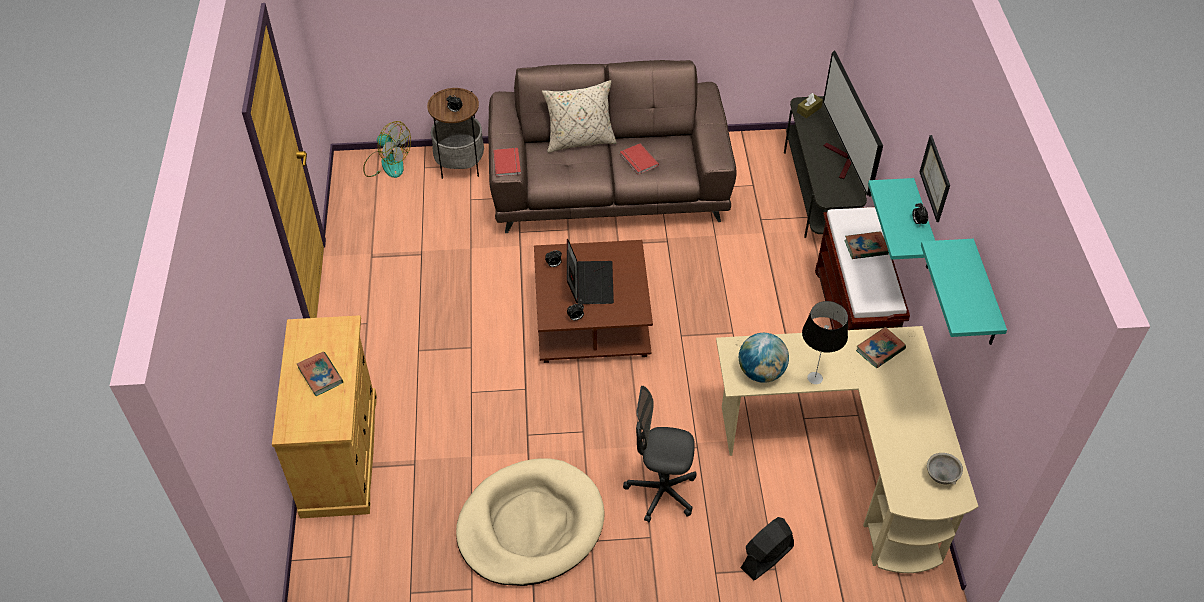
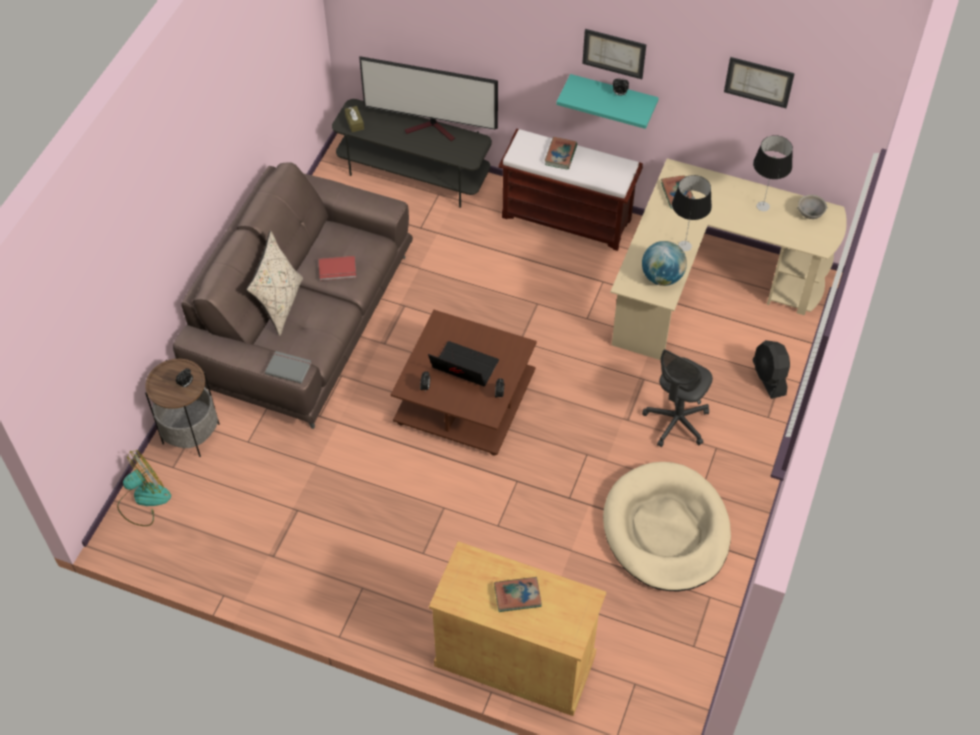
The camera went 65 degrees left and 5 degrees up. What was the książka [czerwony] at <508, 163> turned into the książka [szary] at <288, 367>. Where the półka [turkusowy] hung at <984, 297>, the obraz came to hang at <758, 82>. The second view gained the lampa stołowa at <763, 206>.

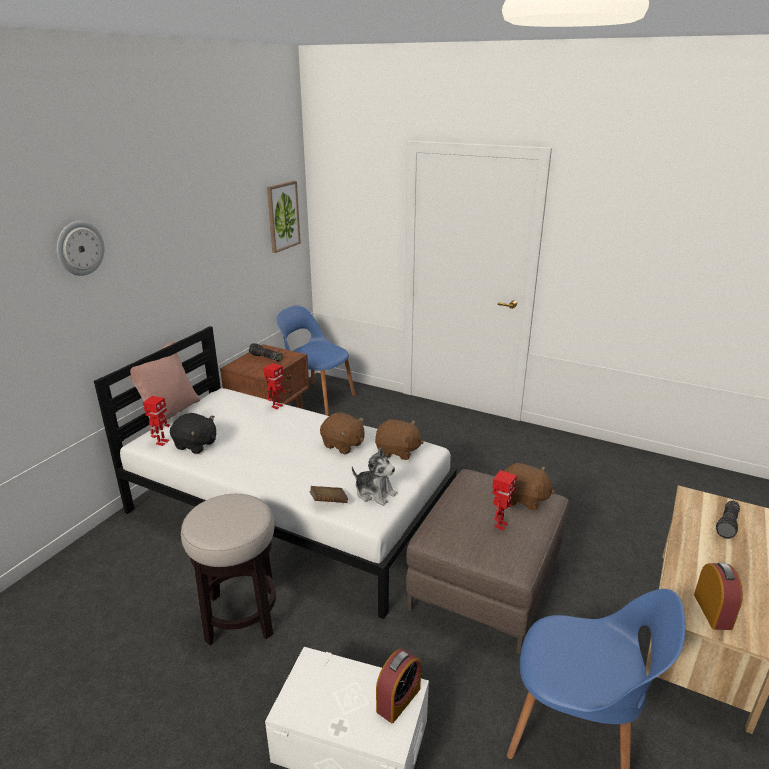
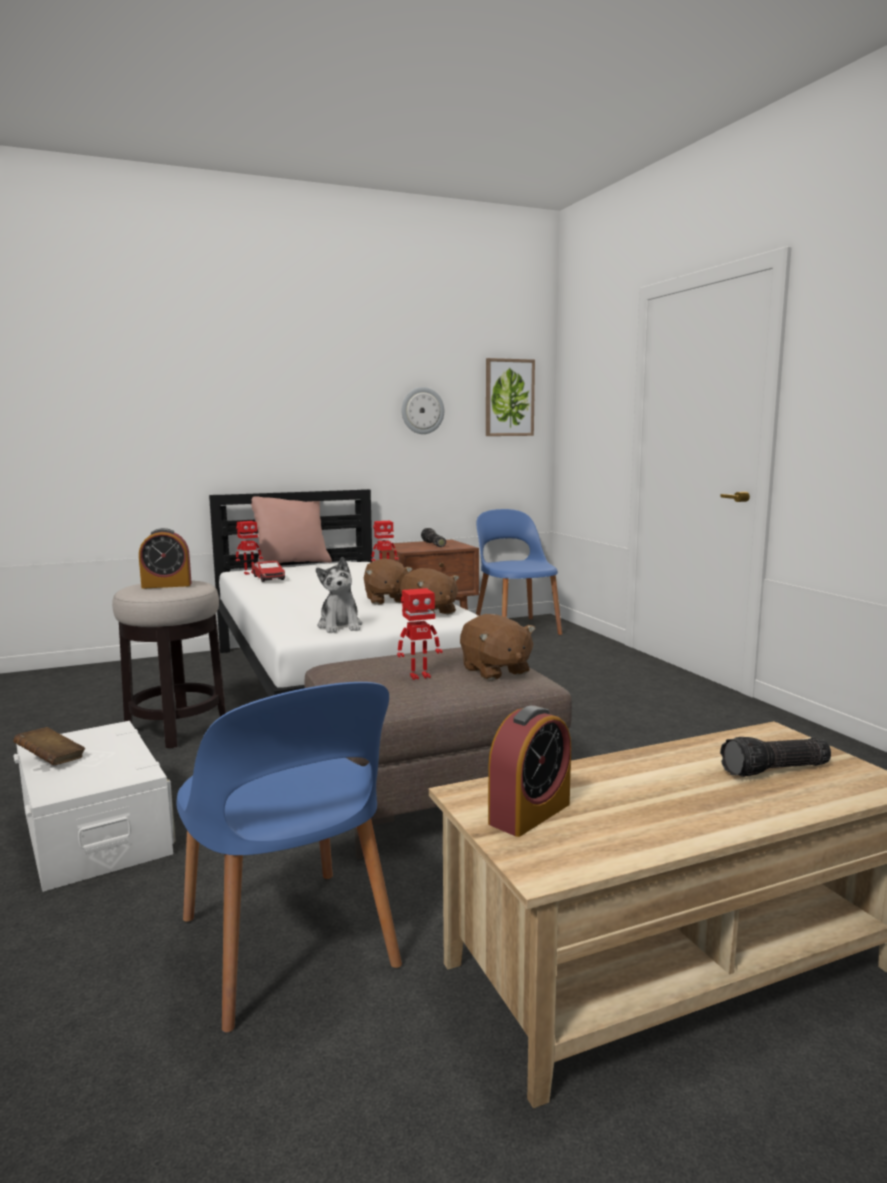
The camera went 40 degrees right and 15 degrees down. The książka [brązowy] ended up elsewhere, having gone from <328, 502> to <51, 760>. The budzik ended up elsewhere, having gone from <398, 700> to <166, 585>. Where the pluszak [czarny] stood at <195, 445>, the samochodzik came to stand at <268, 578>. The zegar ścienny ended up elsewhere, having gone from <80, 248> to <422, 410>.

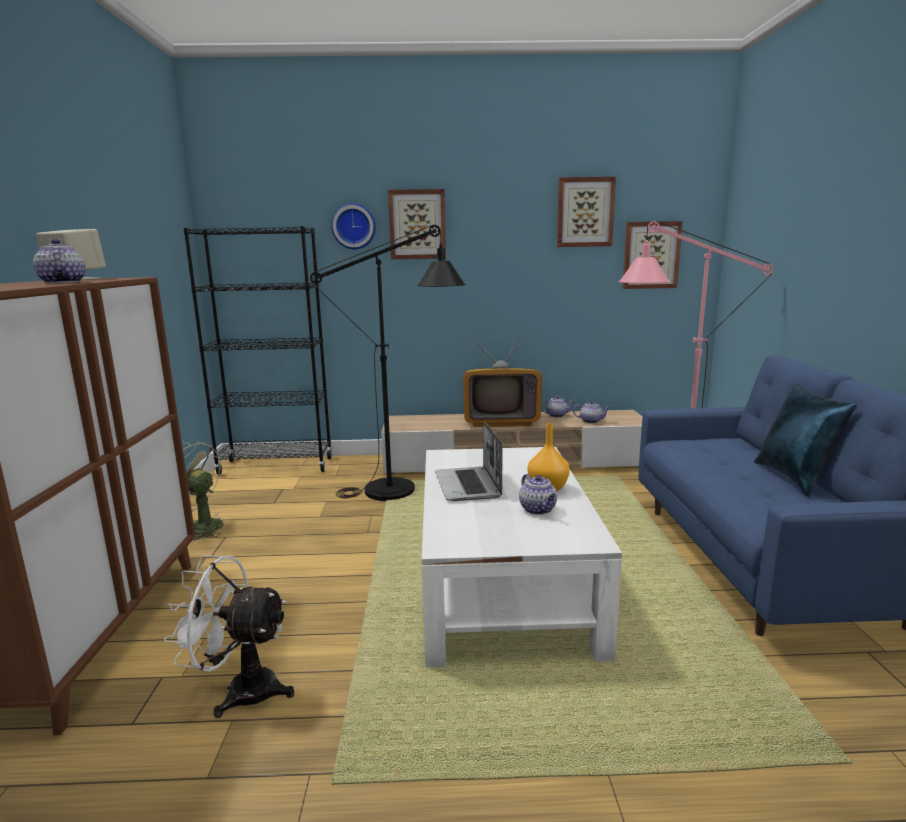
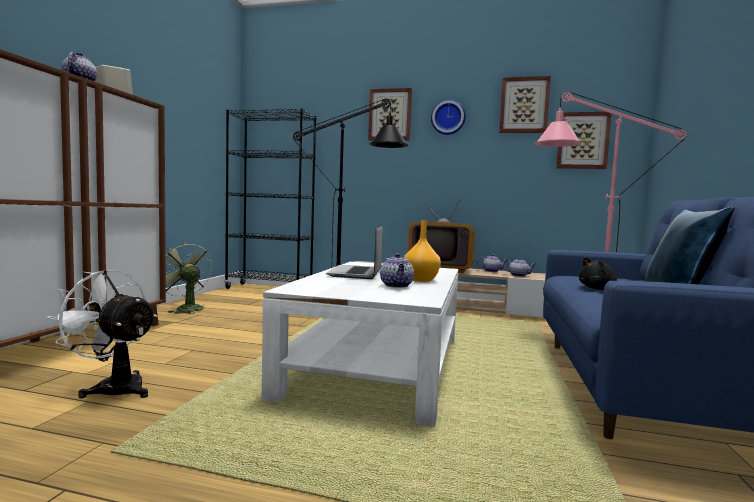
The camera went 15 degrees right and 10 degrees down. The zegar ścienny ended up elsewhere, having gone from <354, 226> to <448, 117>. The second view gained the pluszak [czarny] at <599, 289>.

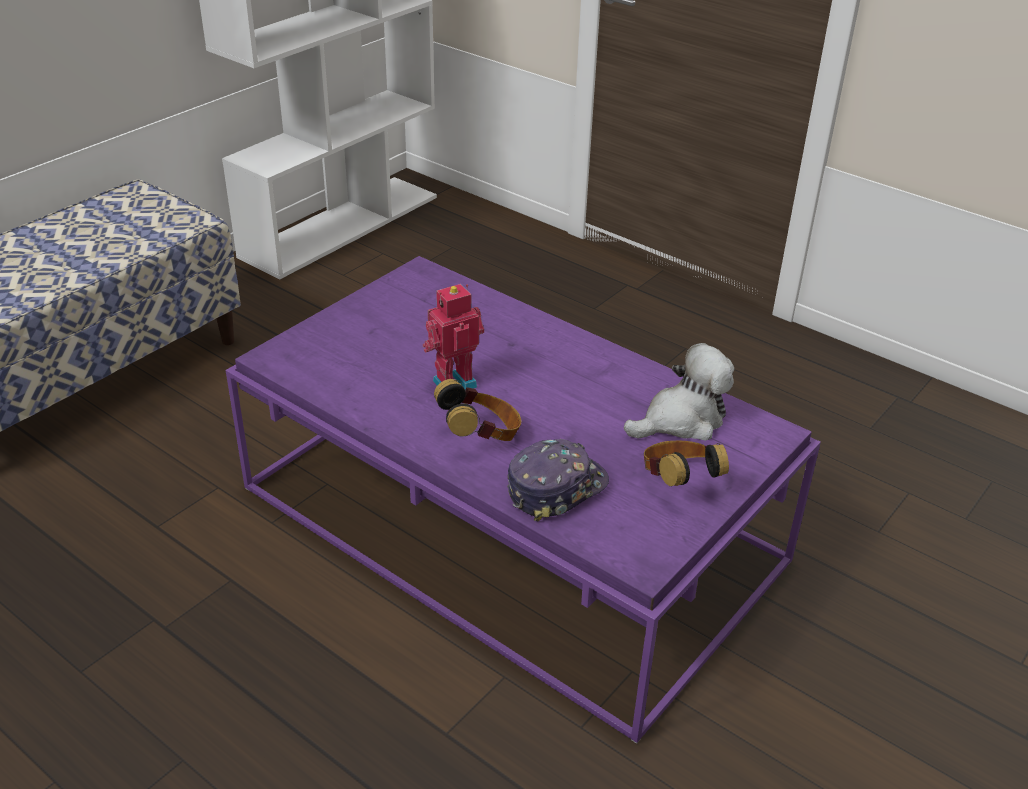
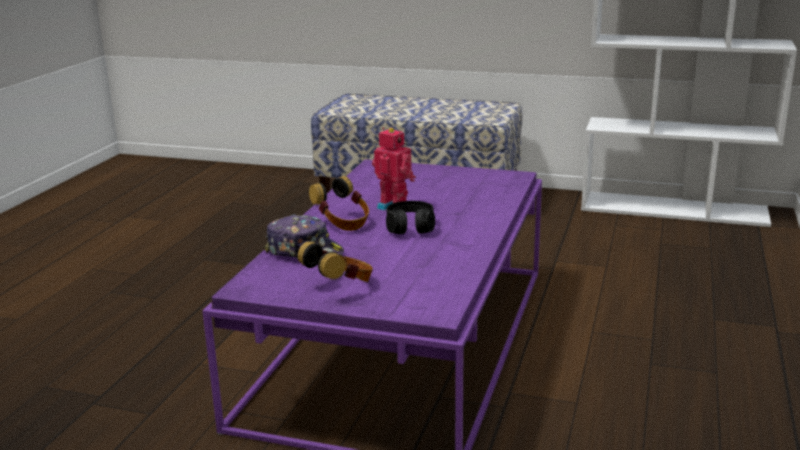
The camera went 70 degrees right and 15 degrees down. The second view gained the słuchawki [czarny] at <410, 227>. The second view lost the pluszak at <681, 420>.

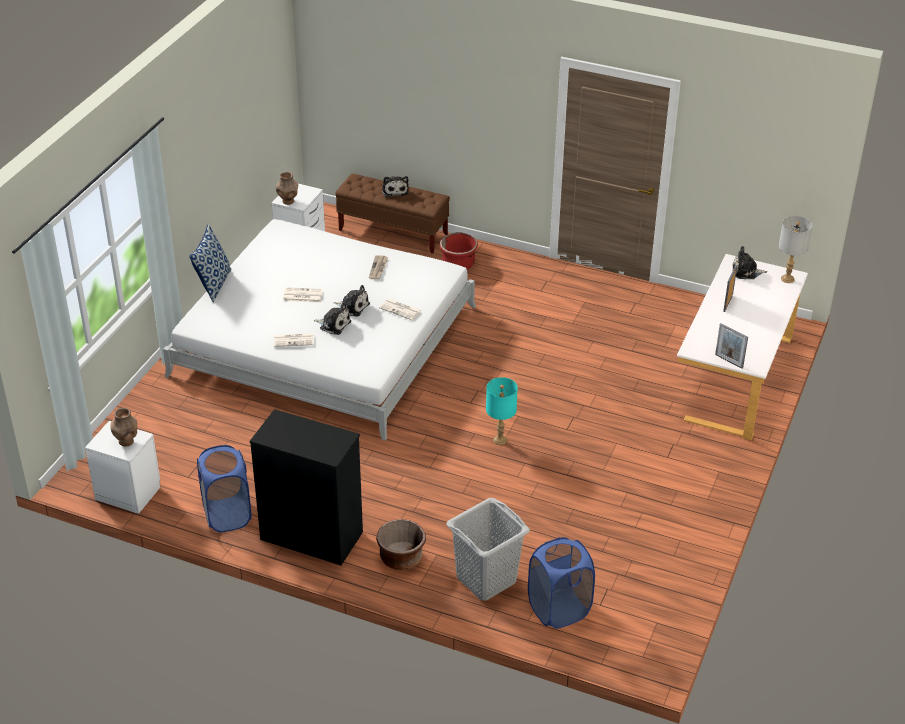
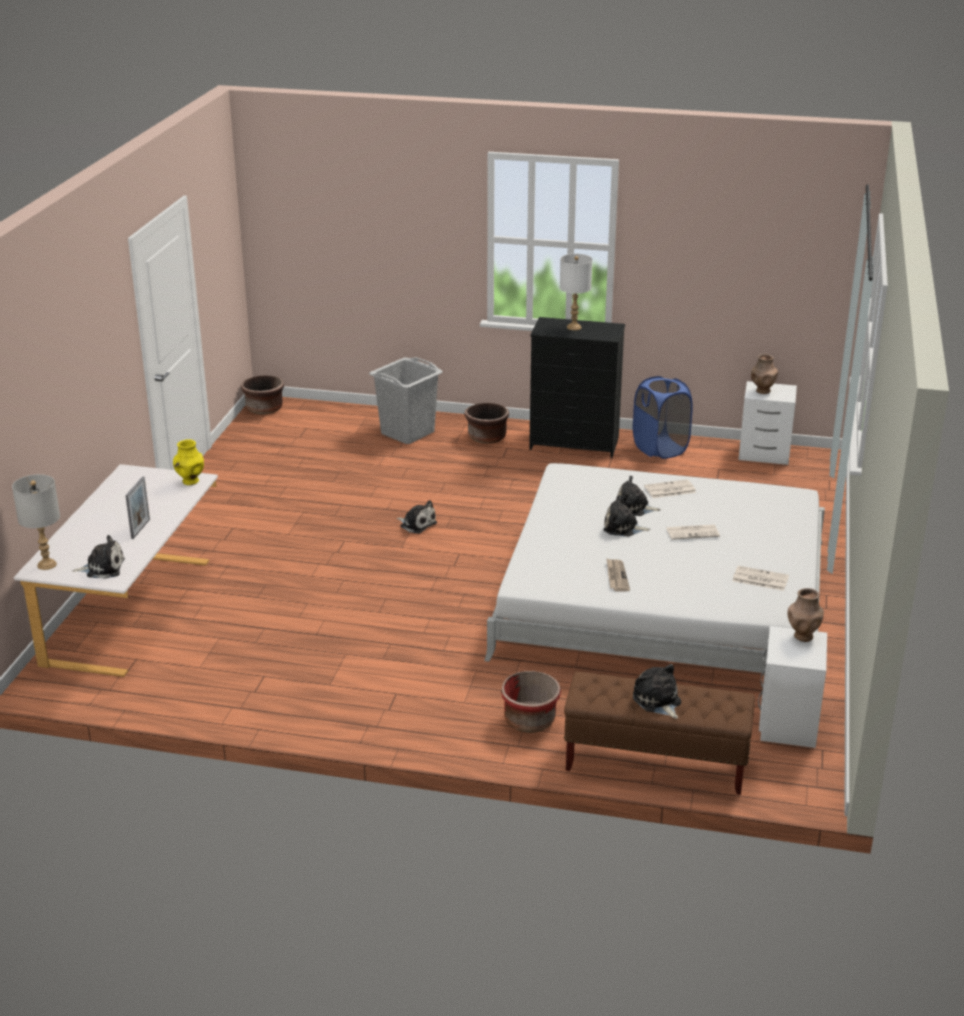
The camera went 170 degrees right and 10 degrees down. The second view gained the wazon [żółty] at <190, 481>. The second view gained the donica [brązowy] at <264, 409>. Where the lampa stołowa [turkusowy] stood at <500, 440>, the pluszak came to stand at <417, 524>. The second view gained the lampa stołowa [biały] at <574, 327>. The gazeta ended up elsewhere, having gone from <401, 309> to <759, 579>. The second view lost the poduszka at <213, 284>. The second view lost the kosz na pranie [niebieski] at <559, 609>. The second view lost the ramka na zdjęcie at <729, 361>.

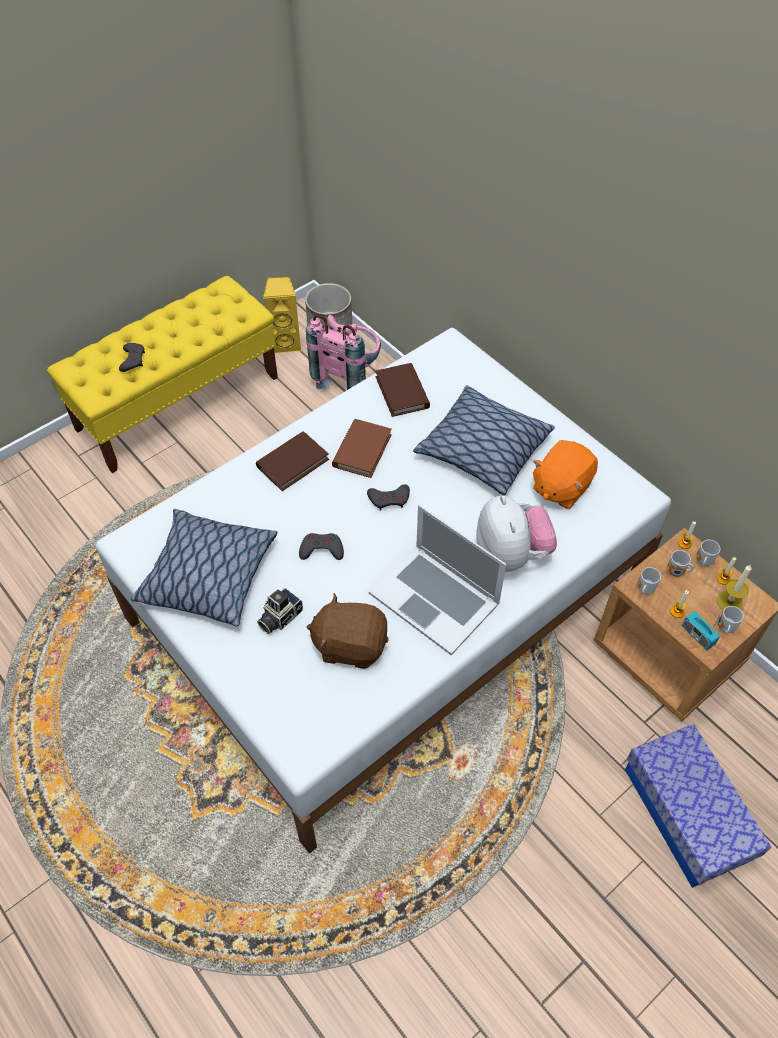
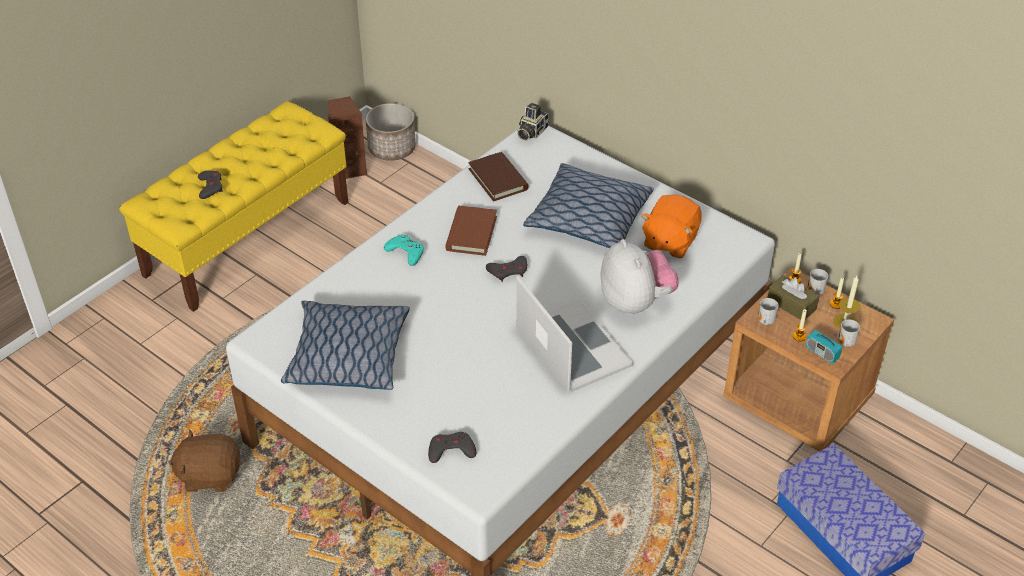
The camera went 10 degrees left and 10 degrees down. The pluszak [brązowy] ended up elsewhere, having gone from <350, 644> to <210, 475>. What was the głośnik [żółty] at <286, 343> turned into the głośnik [brązowy] at <349, 169>. Where the książka [brązowy] stood at <292, 463>, the pad do gier [turkusowy] came to stand at <405, 252>. The pad do gier [szary] ended up elsewhere, having gone from <321, 549> to <451, 450>. The laptop at <434, 597> ended up facing another way, 150 degrees counterclockwise from before. The aparat fotograficzny ended up elsewhere, having gone from <279, 617> to <531, 132>. Where the kubek stood at <676, 572>, the pudełko chusteczek [brązowy] came to stand at <791, 304>. The second view lost the plecak [różowy] at <349, 377>.

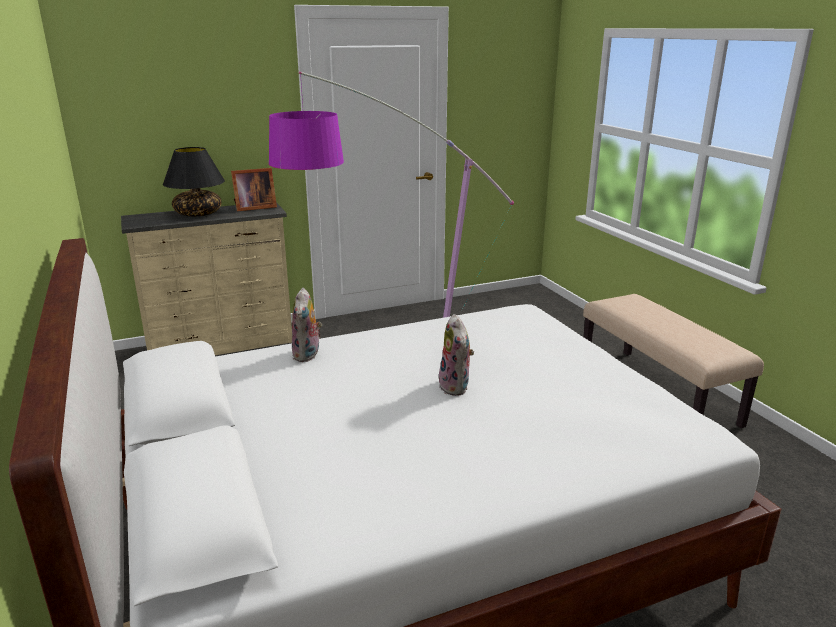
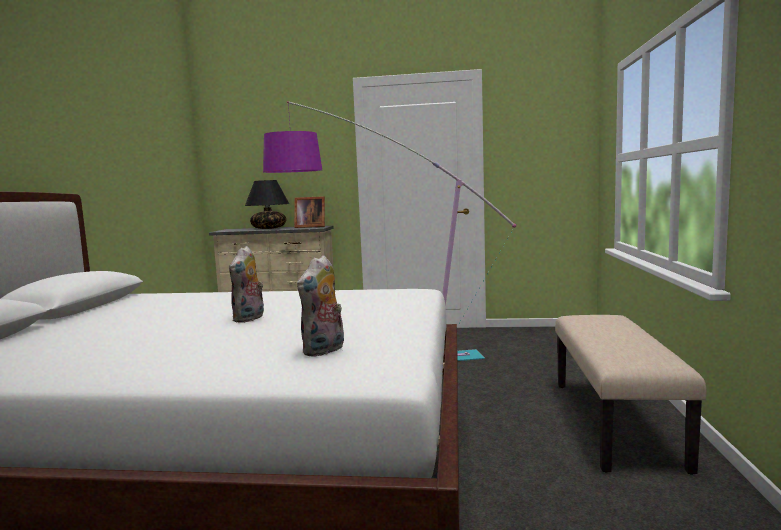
The camera went 30 degrees right and 15 degrees down. The pluszak ended up elsewhere, having gone from <308, 355> to <324, 350>.

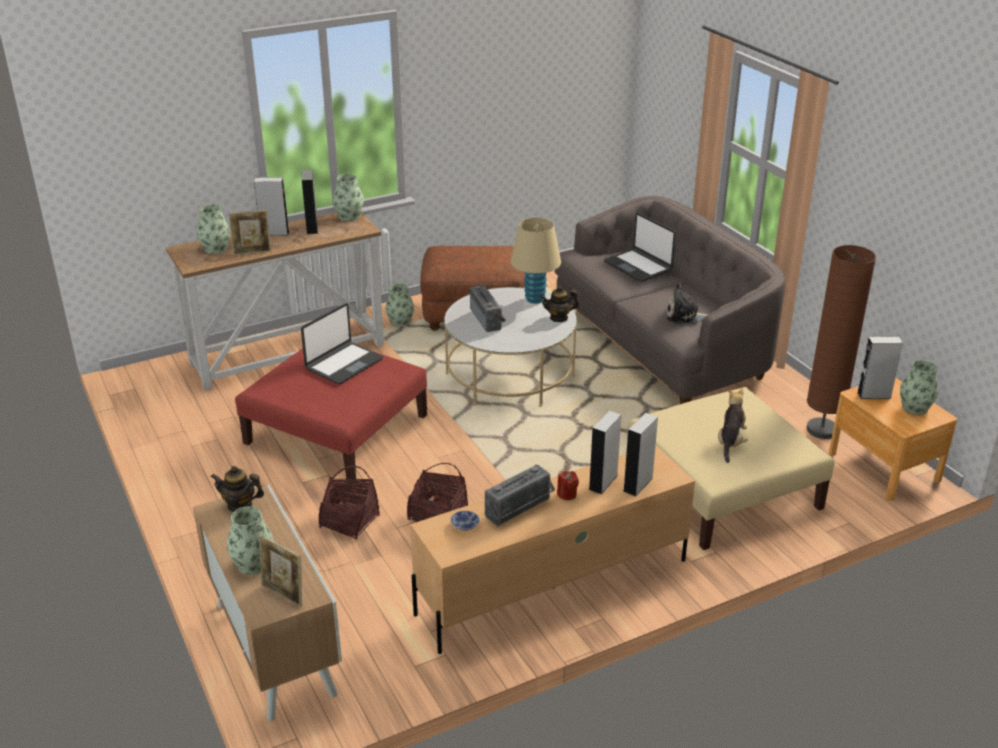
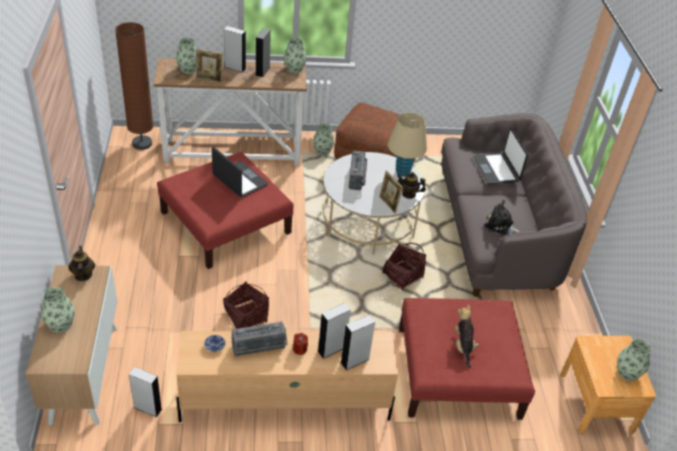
The camera went 20 degrees right and 10 degrees up. The imbryk at <240, 505> ended up facing another way, 45 degrees clockwise from before. The lampa stojąca [brązowy] ended up elsewhere, having gone from <821, 430> to <142, 144>. The głośnik [szary] ended up elsewhere, having gone from <874, 395> to <147, 408>. The laptop at <343, 364> ended up facing another way, 105 degrees counterclockwise from before. The ramka na zdjęcie ended up elsewhere, having gone from <283, 595> to <388, 205>. The koszyk ended up elsewhere, having gone from <350, 521> to <403, 276>. What was the pufa [beżowy] at <722, 489> turned into the pufa [czerwony] at <457, 372>. The pluszak at <730, 442> ended up facing another way, 45 degrees counterclockwise from before.

